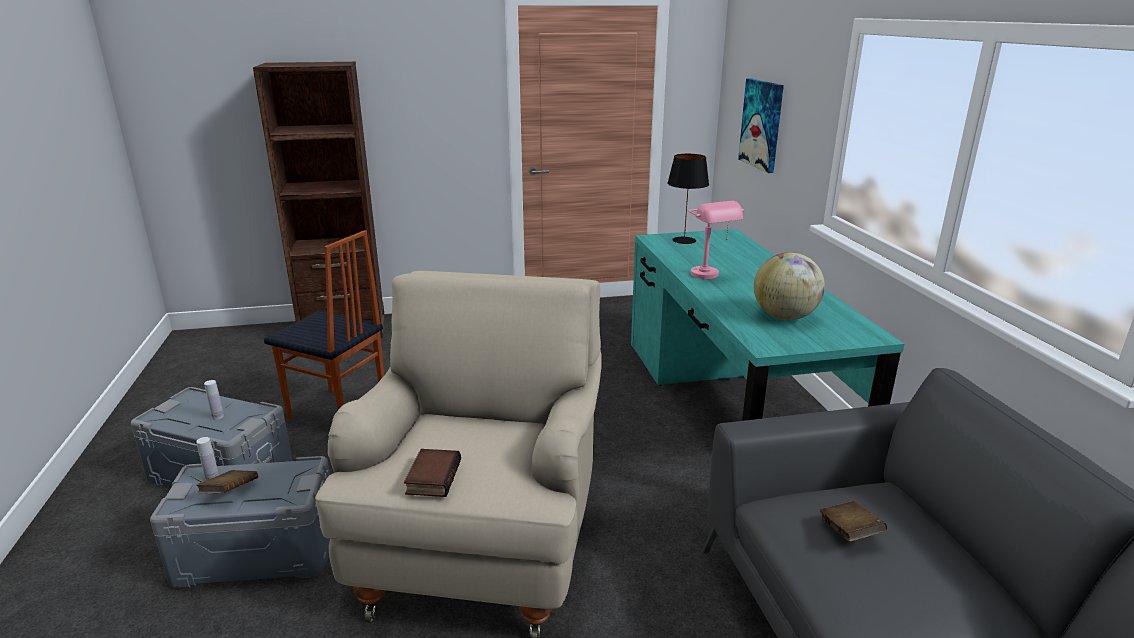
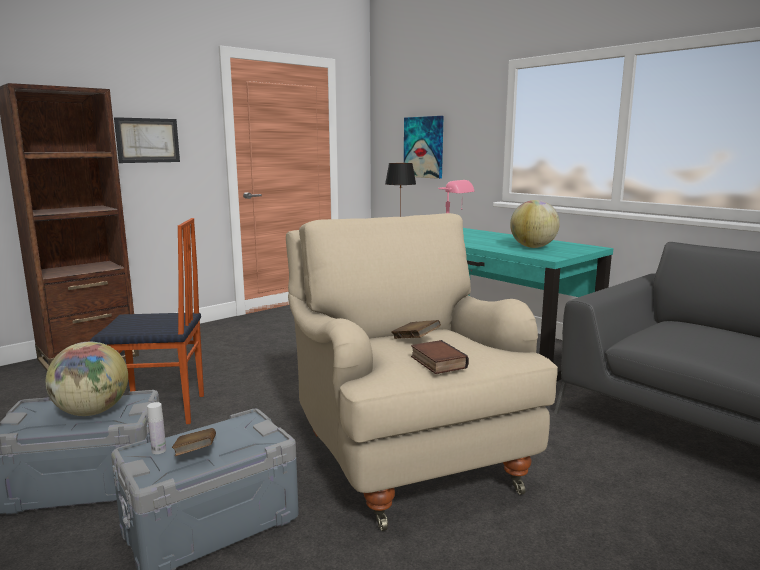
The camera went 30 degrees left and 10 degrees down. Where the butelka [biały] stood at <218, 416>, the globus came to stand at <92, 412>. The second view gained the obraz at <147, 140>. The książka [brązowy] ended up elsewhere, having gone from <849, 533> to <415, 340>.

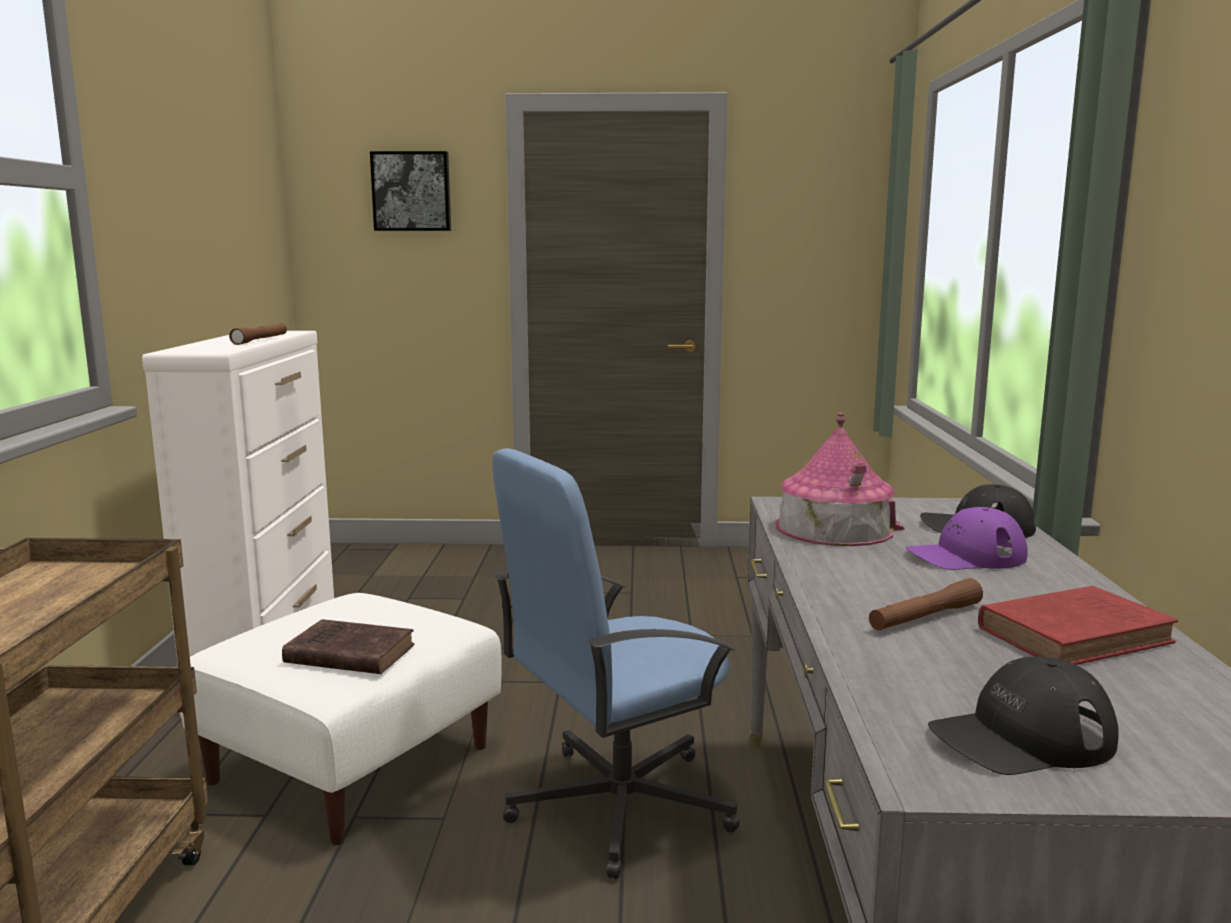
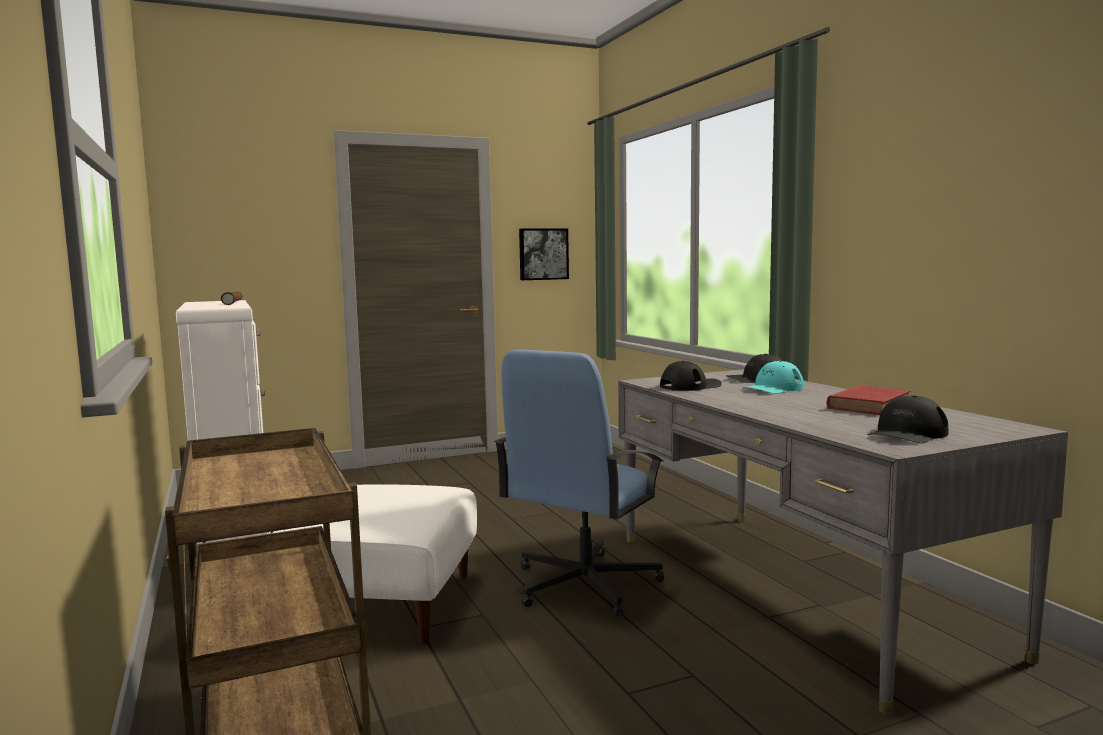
The camera went 25 degrees left and 5 degrees down. The obraz ended up elsewhere, having gone from <412, 191> to <543, 254>. Where the domek stood at <834, 527>, the czapka z daszkiem [czarny] came to stand at <690, 386>. What was the czapka z daszkiem [fioletowy] at <965, 556> turned into the czapka z daszkiem [turkusowy] at <773, 388>. The second view lost the książka [brązowy] at <347, 654>. The second view lost the latarka [brązowy] at <925, 617>.

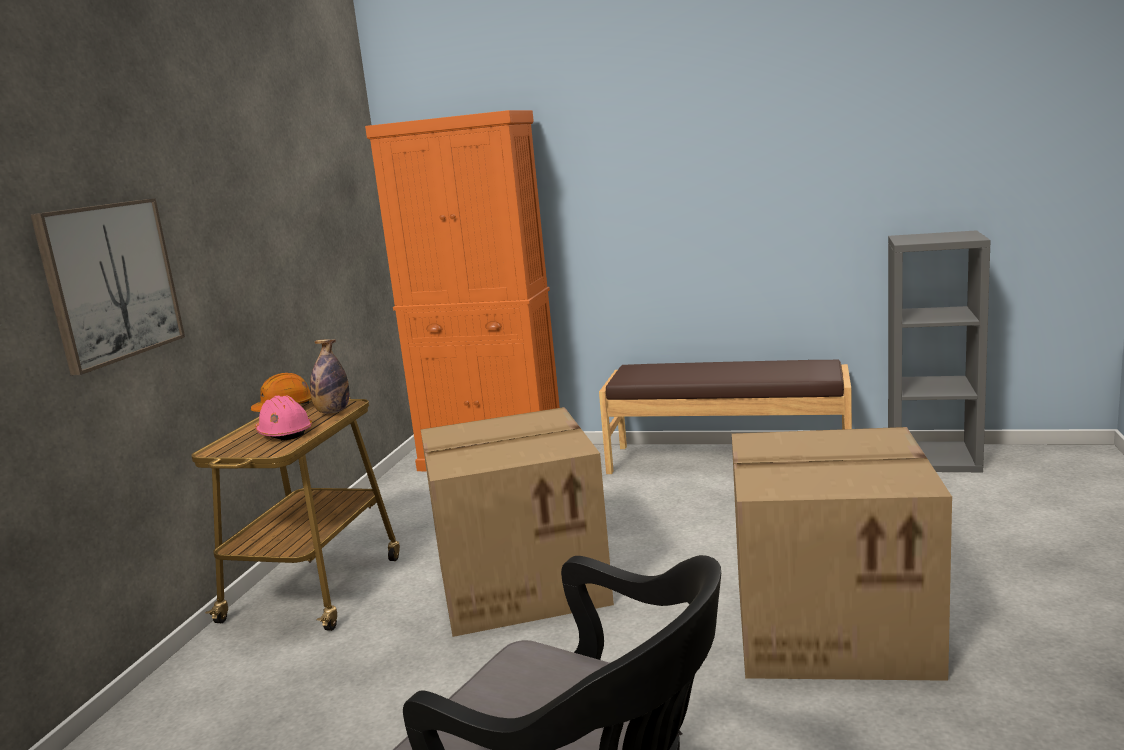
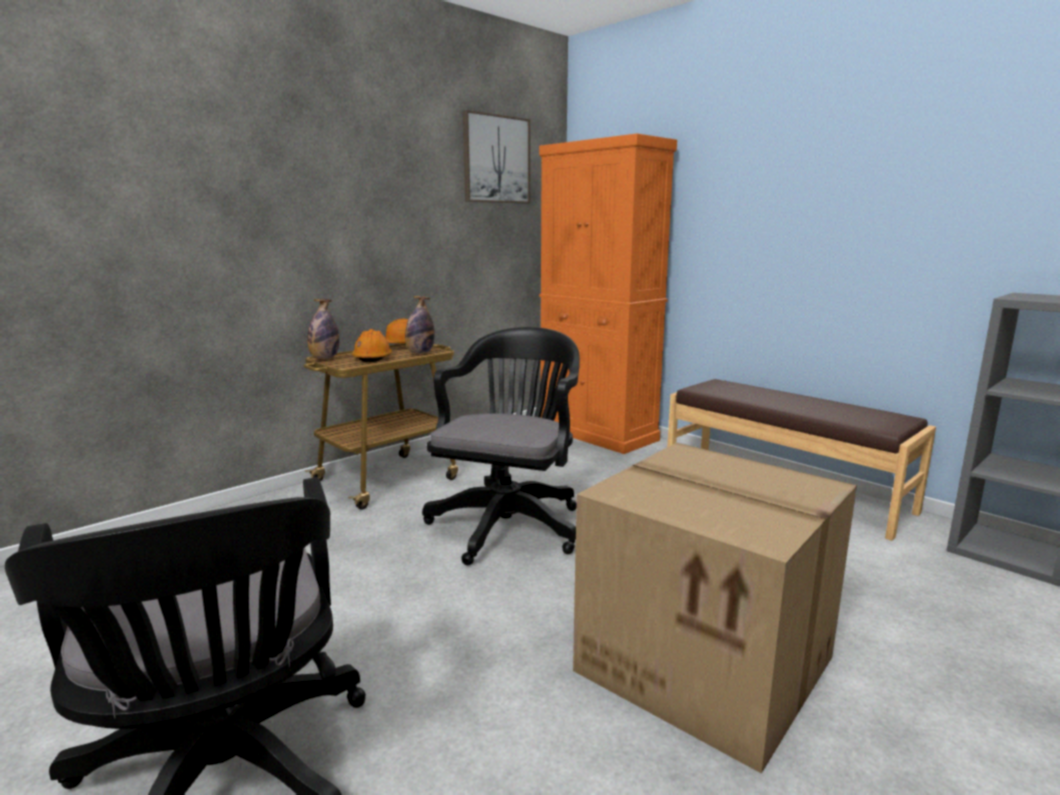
The camera went 30 degrees right and 0 degrees up. The second view gained the butelka at <324, 358>. What was the kask [różowy] at <284, 433> turned into the kask [pomarańczowy] at <373, 358>. Where the karton stood at <523, 581>, the krzesło biurowe [czarny] came to stand at <509, 523>. The obraz ended up elsewhere, having gone from <110, 282> to <496, 159>.

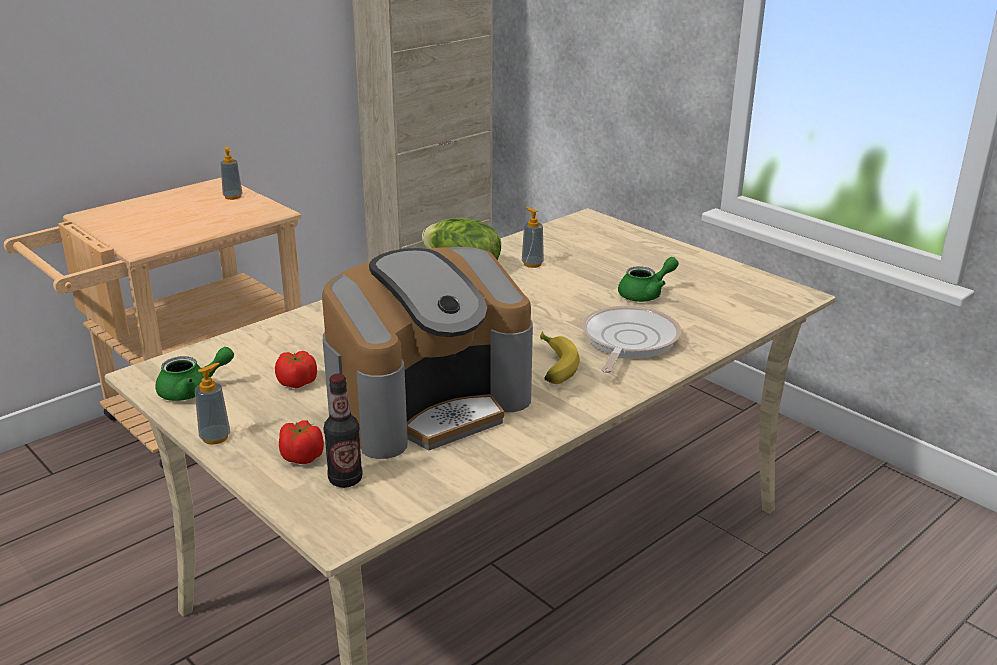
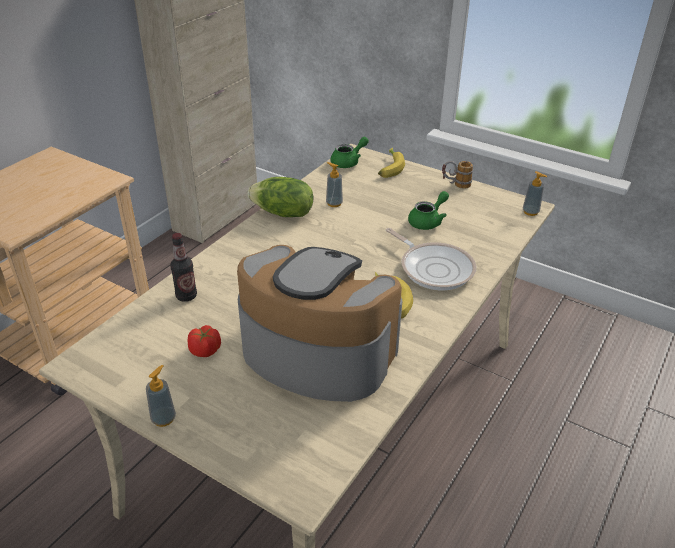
The camera went 15 degrees left and 10 degrees up. The butelka ended up elsewhere, having gone from <345, 479> to <186, 296>. The ekspres do kawy at <428, 403> ended up facing another way, 105 degrees counterclockwise from before. The imbryk [zielony] ended up elsewhere, having gone from <193, 390> to <348, 162>. The second view gained the banan at <389, 168>. The patelnia at <627, 341> ended up facing another way, 135 degrees clockwise from before. The second view gained the kubek at <455, 185>. The dozownik mydła ended up elsewhere, having gone from <233, 197> to <530, 212>. The second view lost the pomidor at <302, 457>.

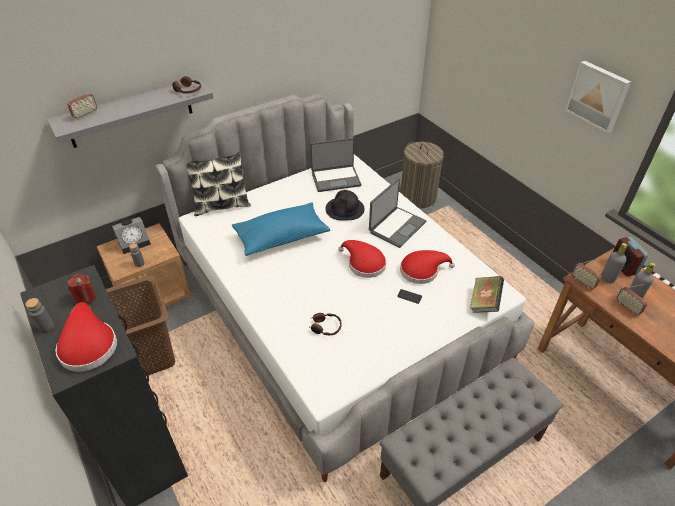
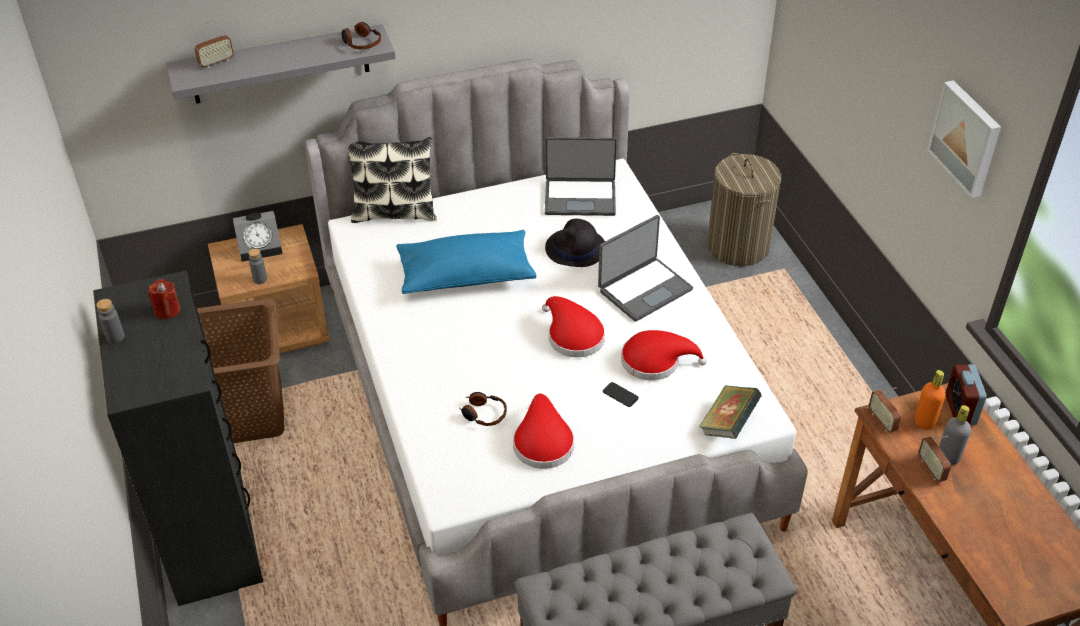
The camera went 15 degrees right and 0 degrees up. The kapelusz [czerwony] ended up elsewhere, having gone from <88, 345> to <542, 441>. What was the butelka [szary] at <607, 278> turned into the butelka [pomarańczowy] at <924, 422>.

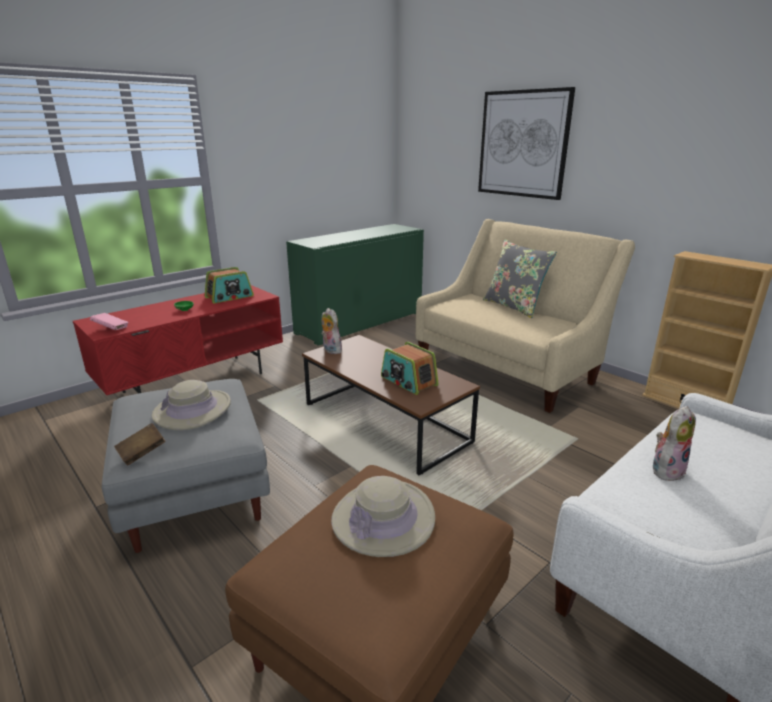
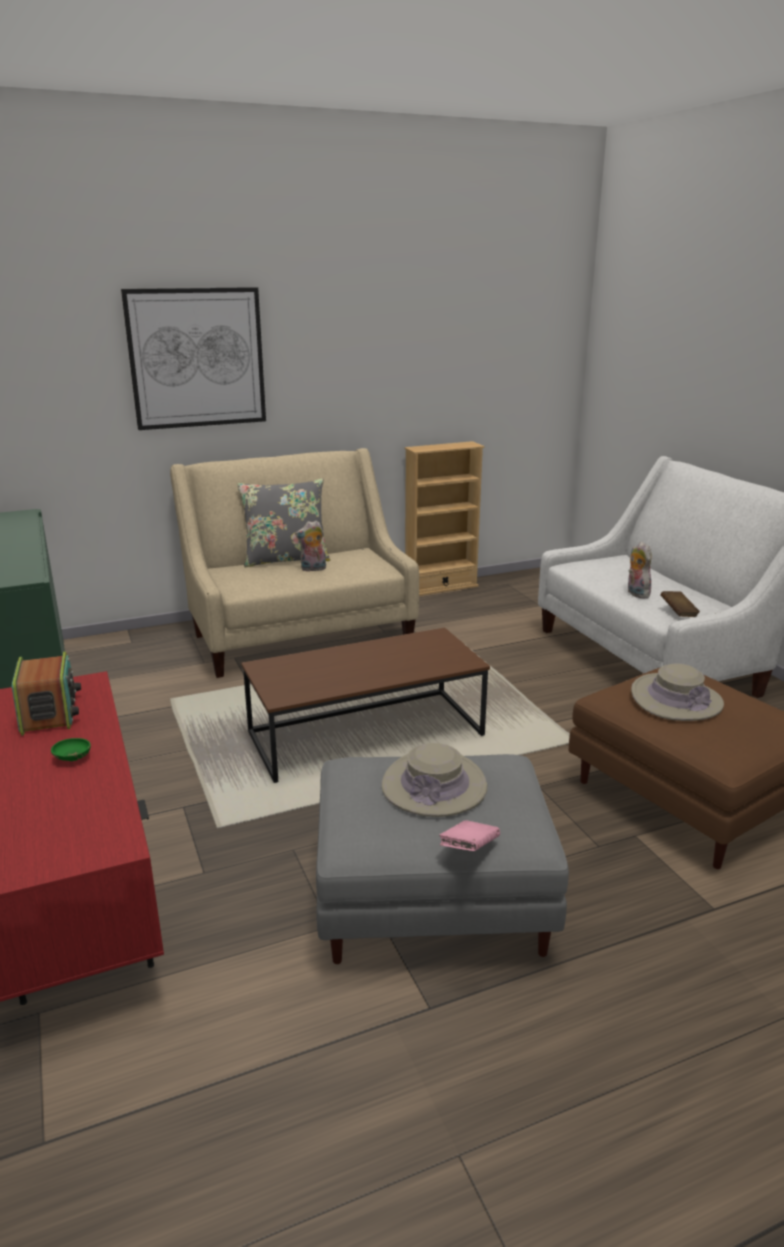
The camera went 70 degrees left and 0 degrees up. The pluszak ended up elsewhere, having gone from <330, 350> to <313, 569>. The książka [różowy] ended up elsewhere, having gone from <111, 329> to <469, 848>. The książka [brązowy] ended up elsewhere, having gone from <142, 453> to <678, 612>. The second view lost the radio at <408, 381>.

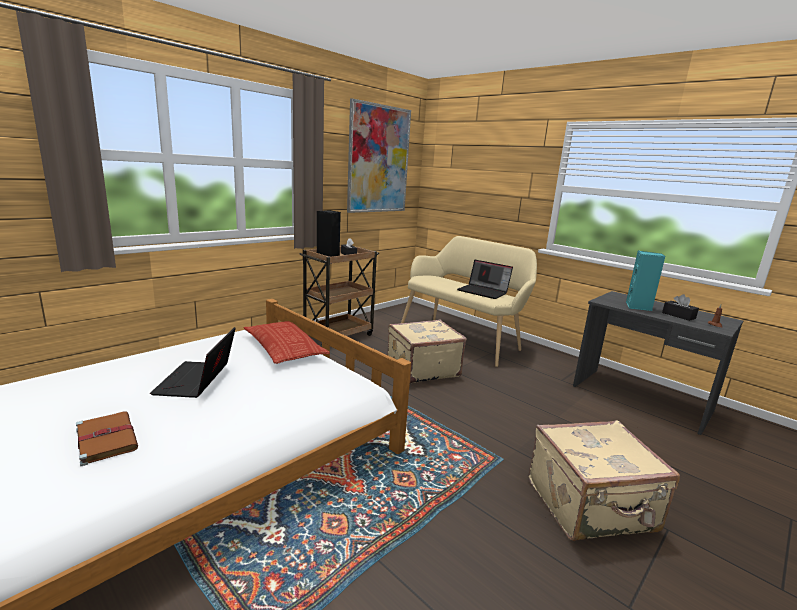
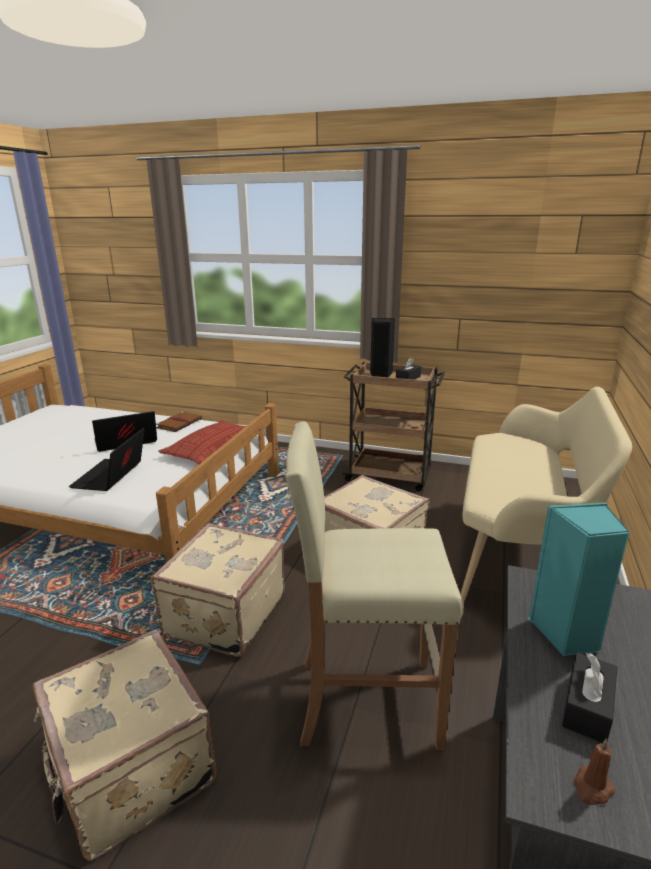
The camera went 65 degrees right and 5 degrees up. The laptop ended up elsewhere, having gone from <483, 292> to <111, 476>. The second view gained the walizka [beżowy] at <223, 614>. The książka [brązowy] ended up elsewhere, having gone from <106, 438> to <179, 423>. The second view gained the stołek [beżowy] at <366, 701>. The second view lost the obraz at <378, 159>.

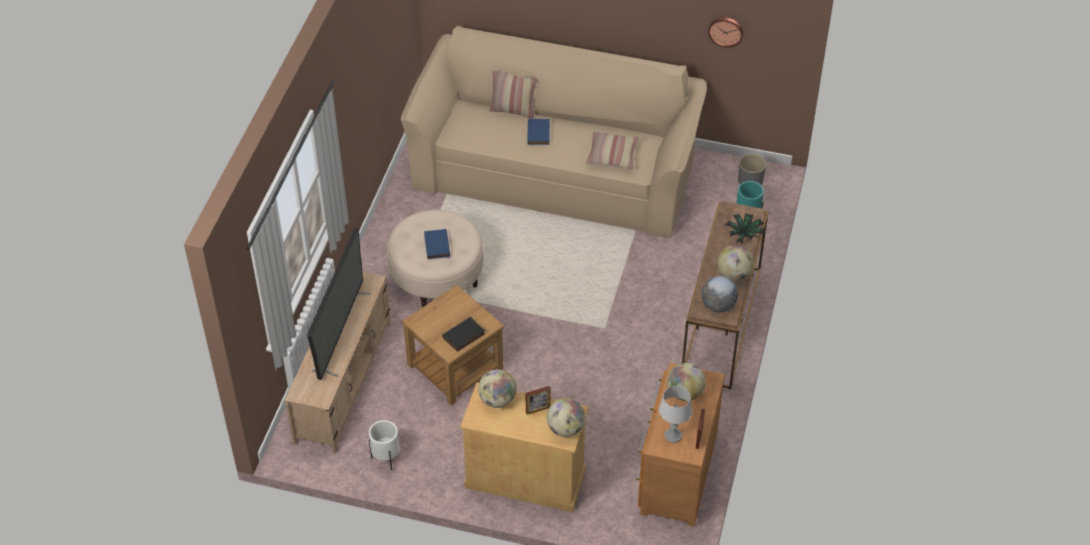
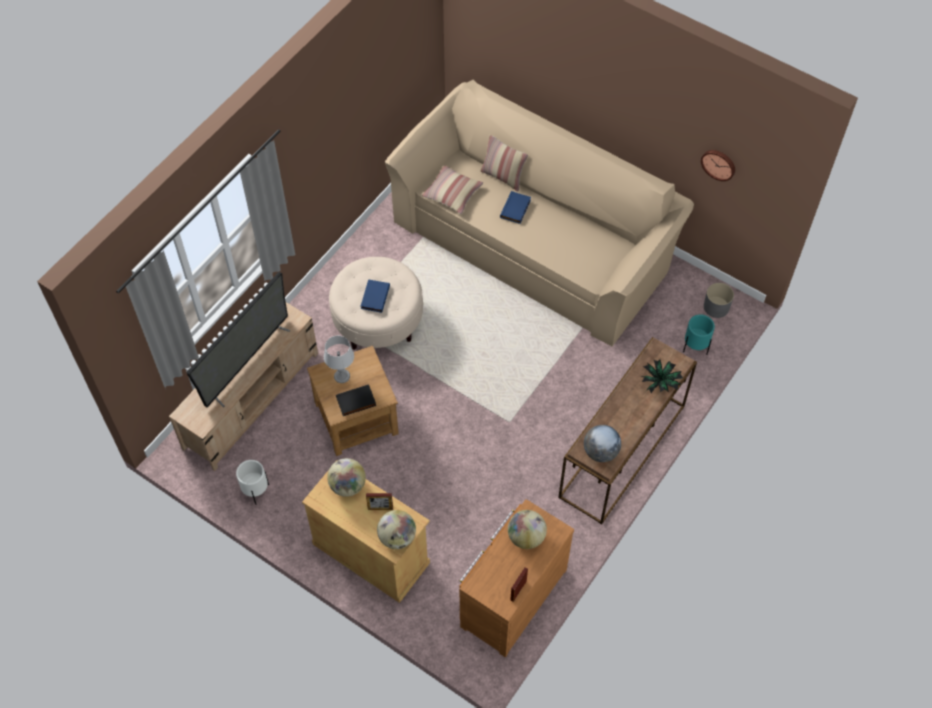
The camera went 20 degrees right and 10 degrees up. The lampa stołowa [szary] ended up elsewhere, having gone from <673, 436> to <341, 376>. The poduszka ended up elsewhere, having gone from <612, 155> to <452, 193>. The second view lost the globus at <734, 274>.

